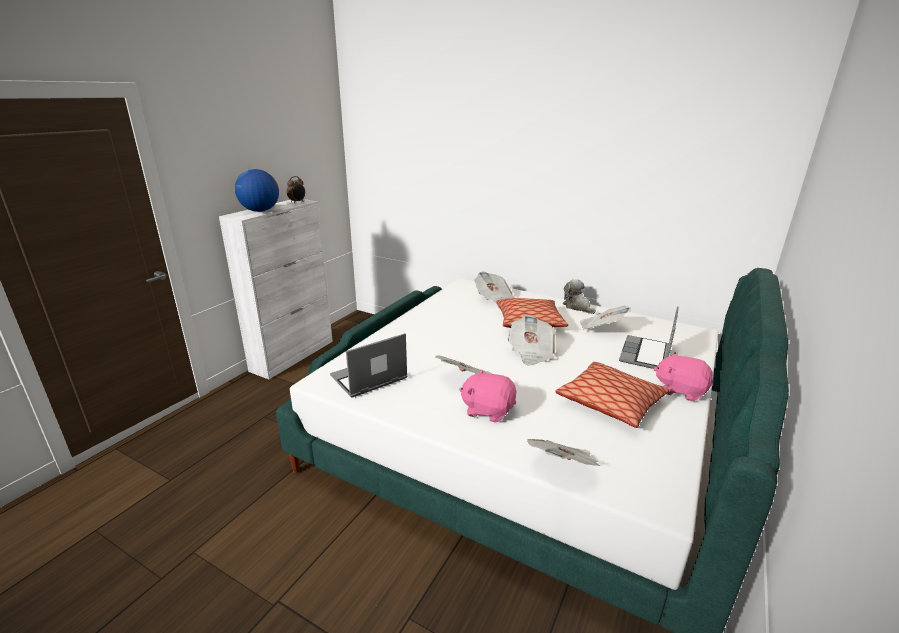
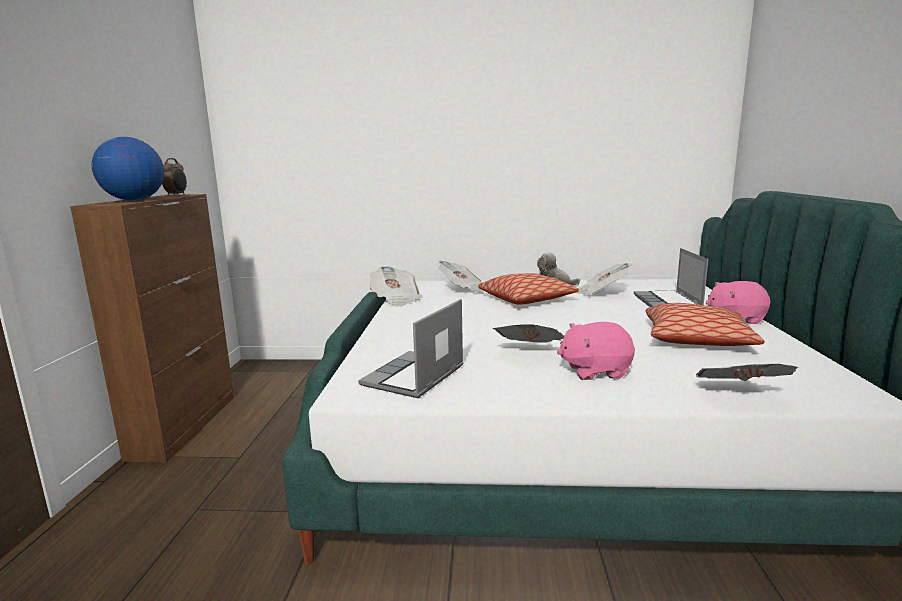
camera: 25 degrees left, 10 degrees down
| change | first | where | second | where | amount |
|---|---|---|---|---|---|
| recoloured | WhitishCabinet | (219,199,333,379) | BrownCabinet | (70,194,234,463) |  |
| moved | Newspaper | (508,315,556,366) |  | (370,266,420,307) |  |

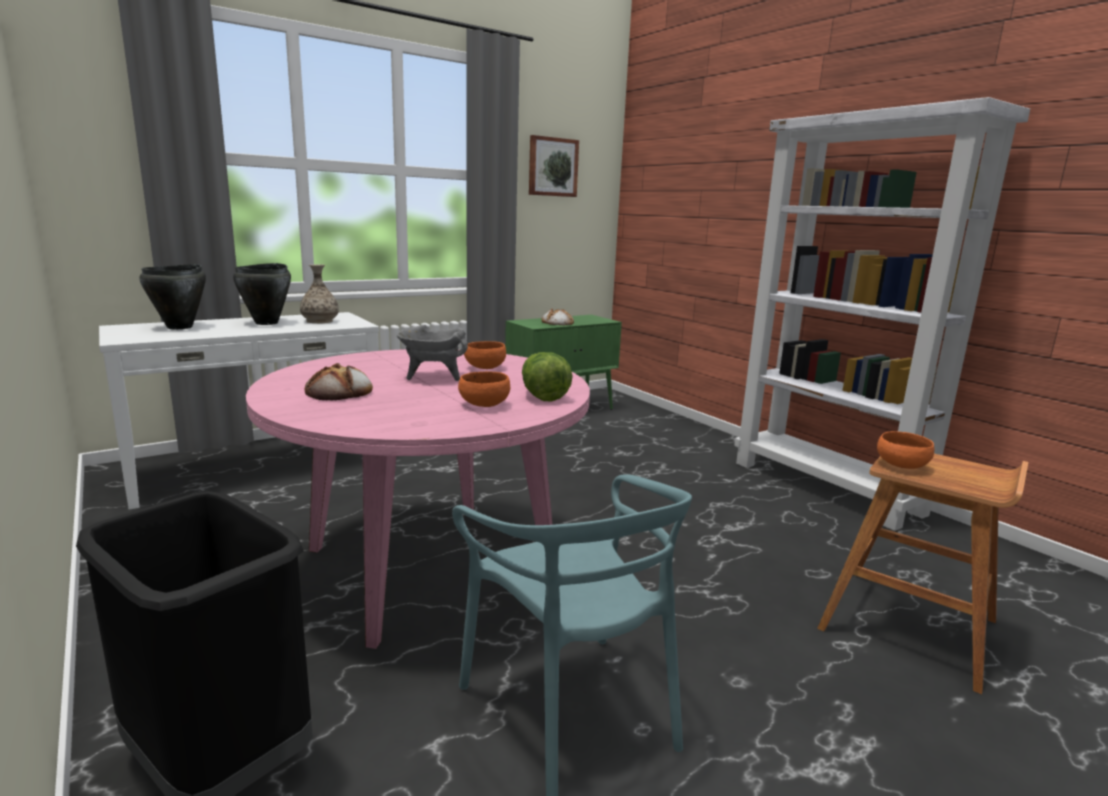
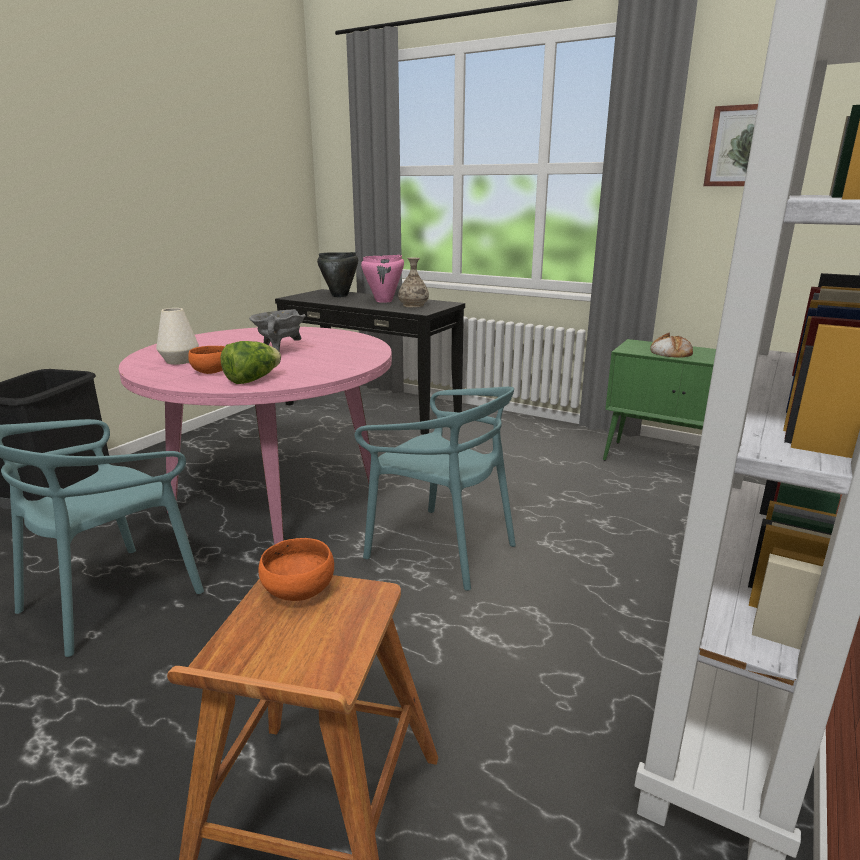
camera: 65 degrees right, 5 degrees up
| change | first | where | second | where | amount |
|---|---|---|---|---|---|
| recoloured | WhitishConsoleTable | (99,312,379,510) | BlackConsoleTable | (275,289,465,435) |  |
| recoloured | BlackStockpot | (233,263,291,325) | PinkStockpot | (361,255,404,303) |  |
| removed | Bread | (305,363,373,400) |  |  |  |
| removed | OrangeColouredServingBowl | (464,341,506,369) |  |  |  |
| added |  |  | WhitishVase | (156,308,199,365) |  |
| added |  |  | TurquoiseColouredPlainChair | (355,387,516,591) |  |

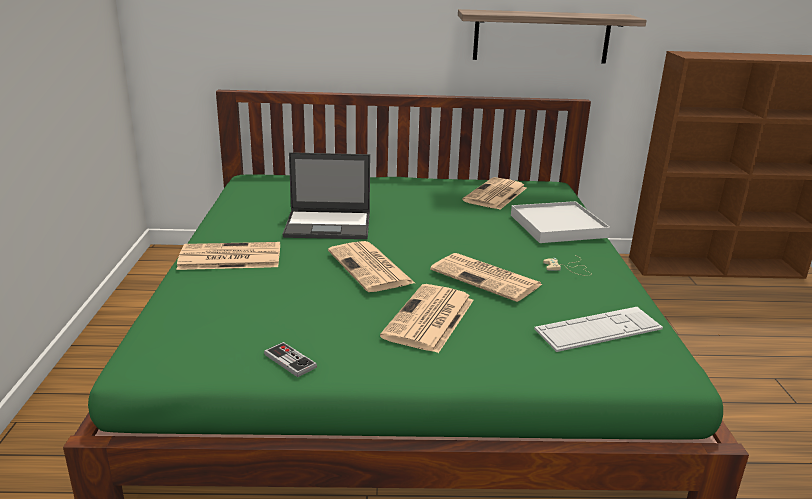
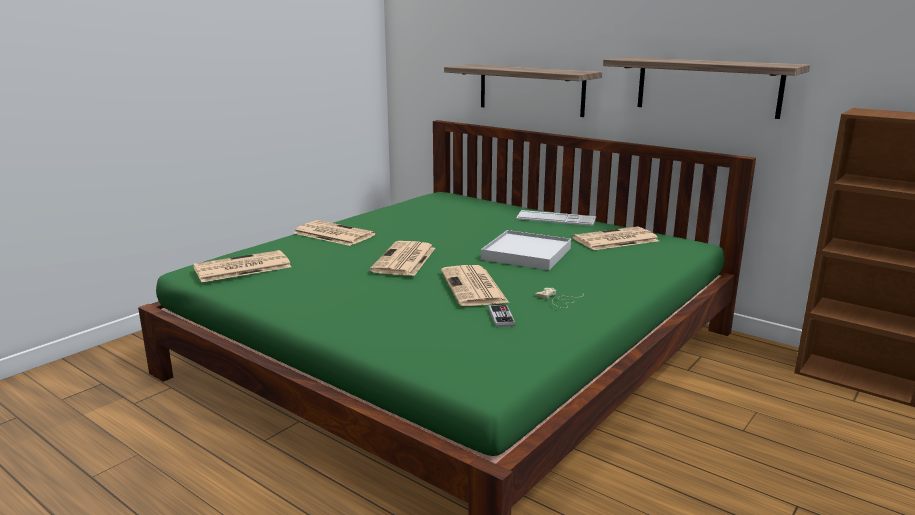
camera: 40 degrees right, 5 degrees down
| change | first | where | second | where | amount |
|---|---|---|---|---|---|
| moved | GameController | (264,342,317,377) |  | (488,305,515,327) |  |
| removed | Laptop | (283,152,370,239) |  |  |  |
| moved | Newspaper | (380,284,474,353) |  | (193,250,291,282) |  |
| moved | WhitishTray | (511,201,610,243) |  | (481,230,571,270) |  |
| moved | Keyboard | (534,307,663,352) |  | (516,210,596,226) |  |
| added |  |  | BracketShelf | (444,64,602,117) |  |

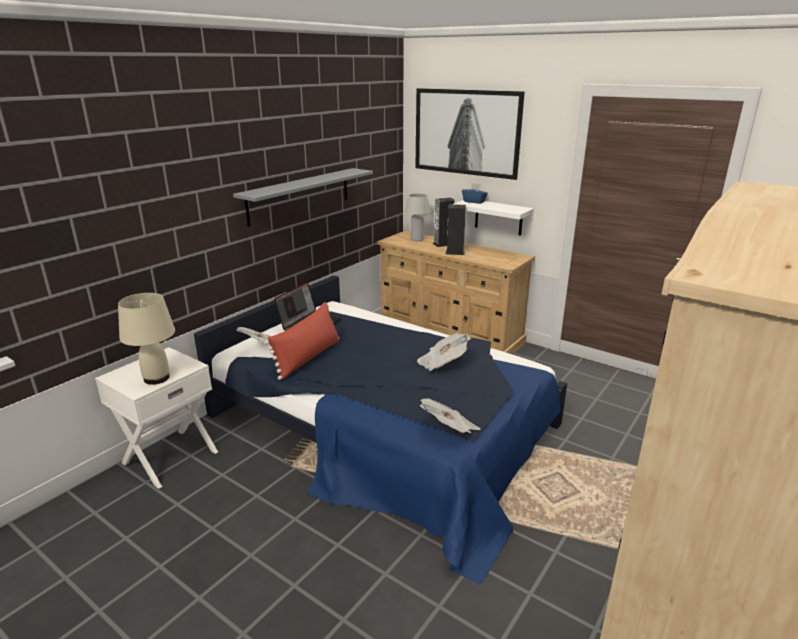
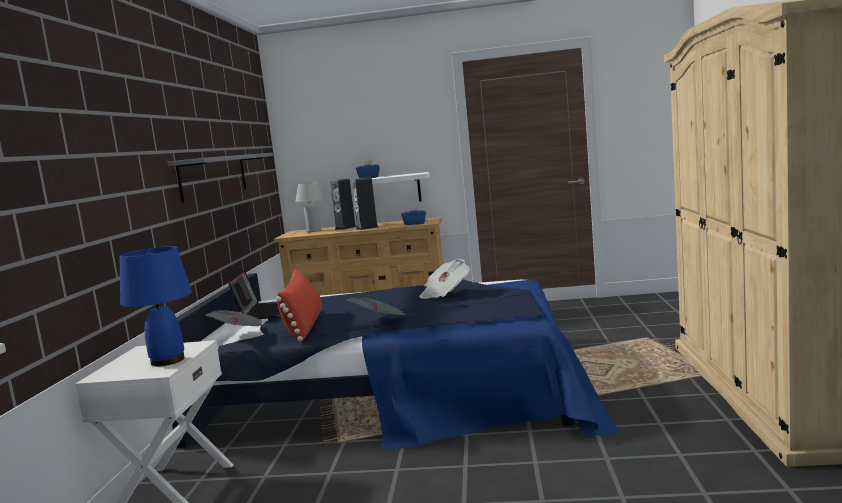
camera: 30 degrees left, 15 degrees down
| change | first | where | second | where | amount |
|---|---|---|---|---|---|
| recoloured | BeigeTabletopLamp | (118,293,175,385) | BluishTabletopLamp | (120,246,192,366) |  |
| removed | WallArt | (416,88,525,180) |  |  |  |
| moved | Newspaper | (419,398,481,433) |  | (346,297,405,315) |  |
| added |  |  | BluishTissueBox | (401,205,426,225) |  |

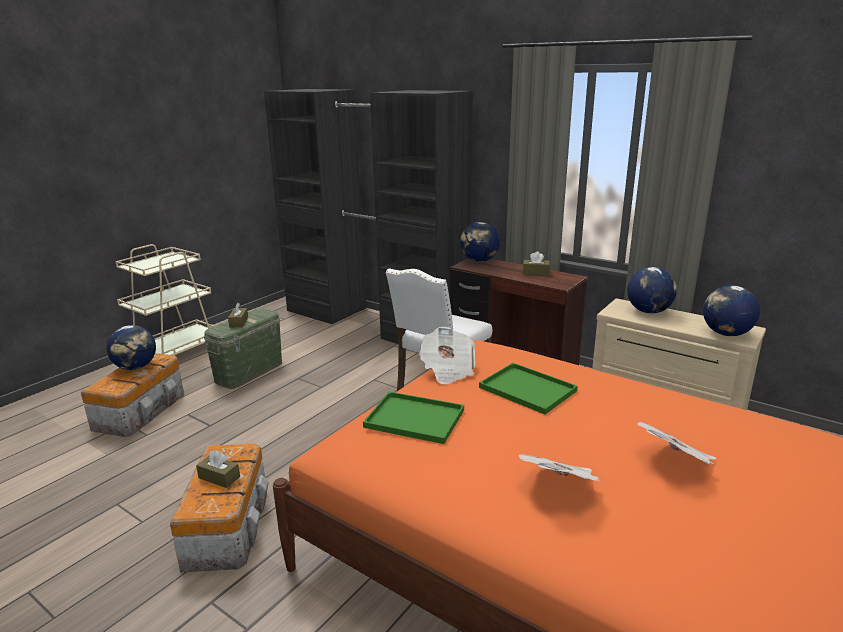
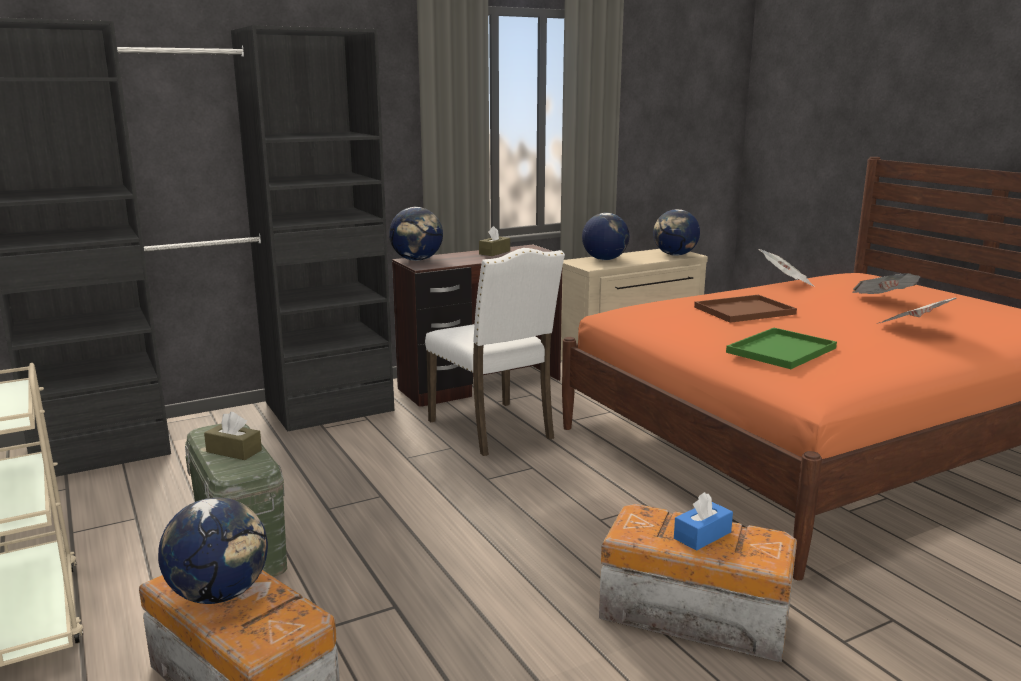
camera: 65 degrees left, 5 degrees down
| change | first | where | second | where | amount |
|---|---|---|---|---|---|
| recoloured | BrownTissueBox | (196,450,240,488) | BluishTissueBox | (674,492,733,551) |  |
| moved | Newspaper | (419,327,475,385) |  | (758,249,814,286) |  |
| recoloured | GreenTray | (479,363,578,414) | BrownTray | (694,295,797,323) |  |

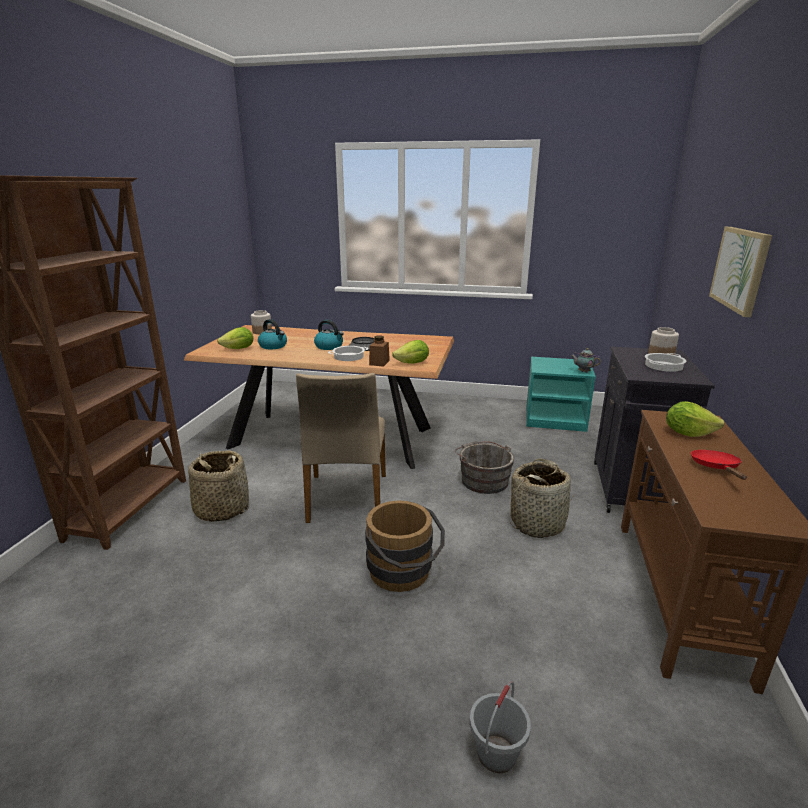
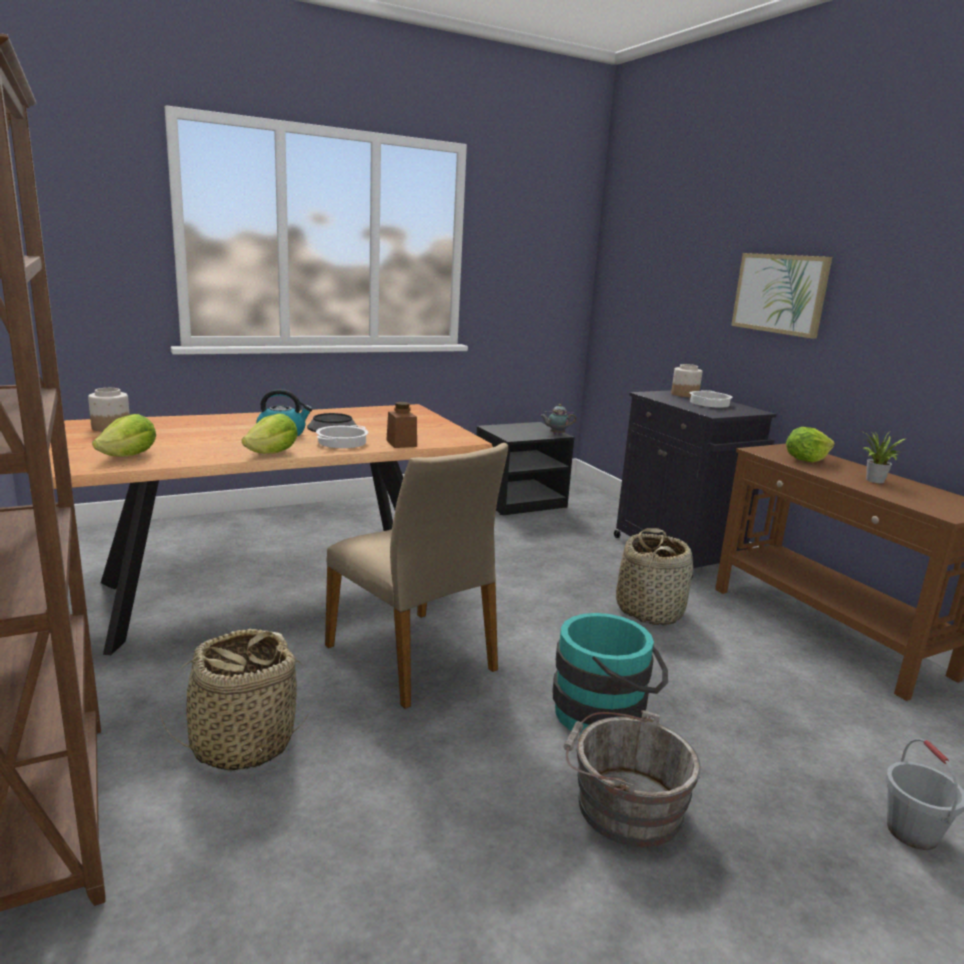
camera: 40 degrees left, 5 degrees down
| change | first | where | second | where | amount |
|---|---|---|---|---|---|
| removed | Kettle | (258,319,287,349) |  |  |  |
| recoloured | BrownWaterBucket | (365,500,445,592) | TurquoiseColouredWaterBucket | (553,613,668,734) |  |
| moved | Lettuce | (392,340,429,364) |  | (242,413,298,454) |  |
| moved | GreyWaterBucket | (455,441,514,494) |  | (564,710,701,848) |  |
| recoloured | TurquoiseColouredNightTable | (526,357,596,432) | BlackNightTable | (477,422,575,516) |  |
| replaced | RedSkillet | (691,450,747,480) | PlantInAPot | (861,431,905,483) |  |

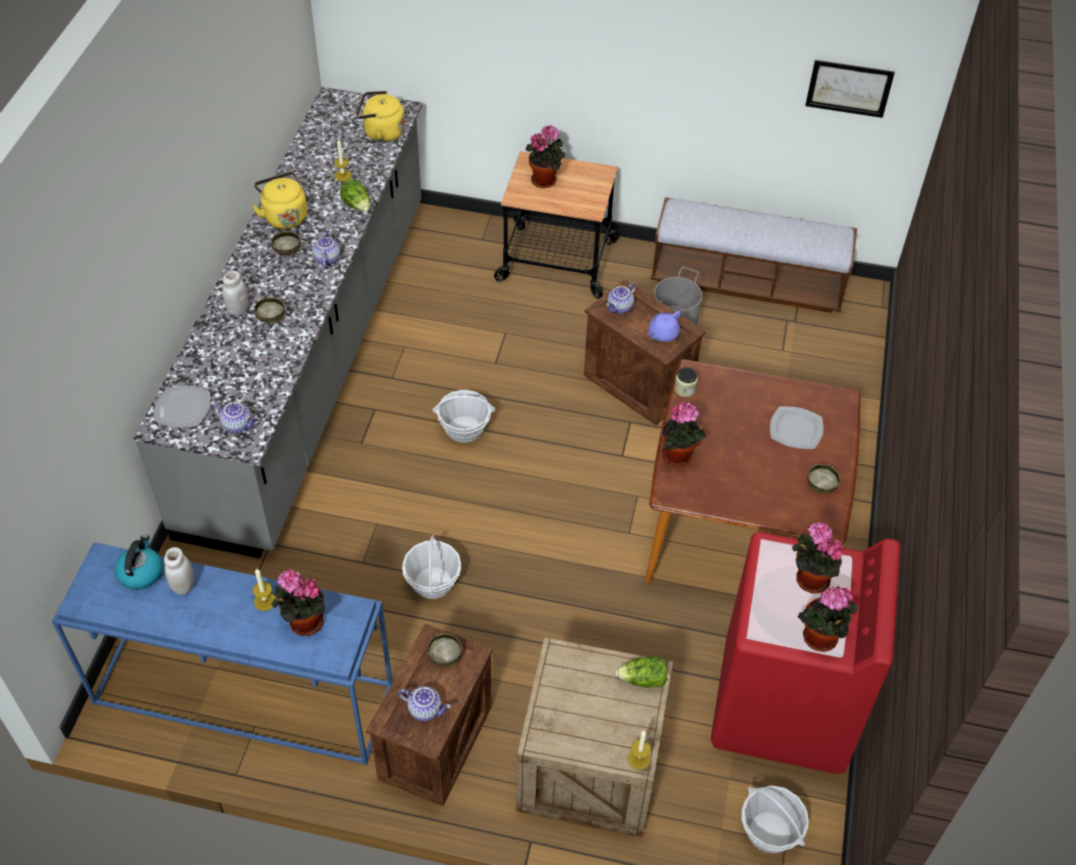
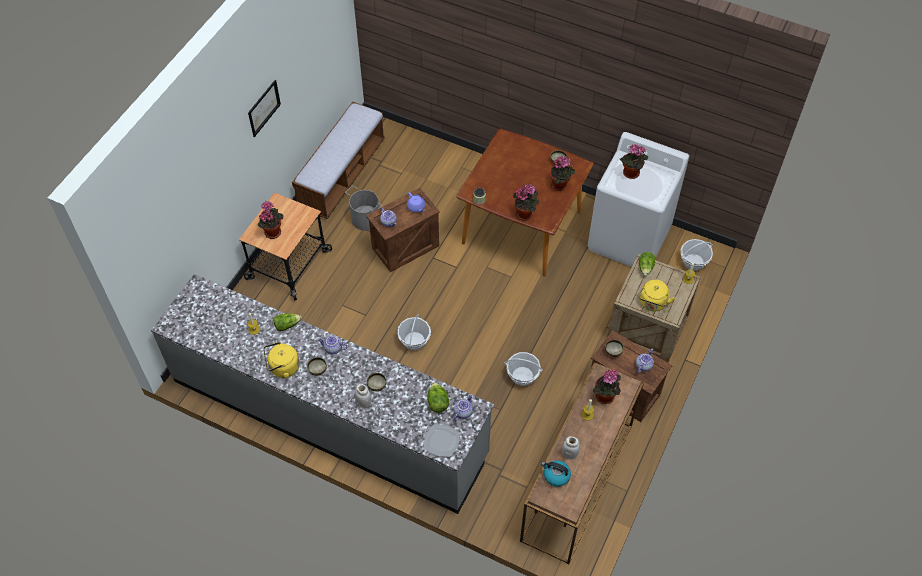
camera: 75 degrees left, 5 degrees up
| change | first | where | second | where | amount |
|---|---|---|---|---|---|
| recoloured | BluishConsoleTable | (52,542,393,765) | BrownConsoleTable | (520,362,644,564) |  |
| moved | YellowColouredKettle | (356,91,405,142) |  | (639,280,675,311) |  |
| recoloured | RedLaundryAppliance | (711,532,900,775) | WhitishLaundryAppliance | (588,132,689,267) |  |
| removed | FlatDish | (770,407,823,449) |  |  |  |
| moved | PlantInAPot | (797,585,858,652) |  | (550,156,575,191) |  |
| moved | WallArt | (805,60,895,118) |  | (248,80,281,137) |  |
| added |  |  | Lettuce | (427,382,449,413) |  |

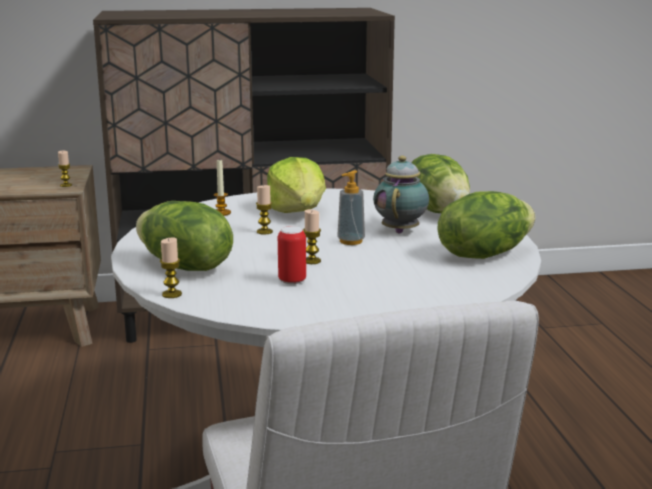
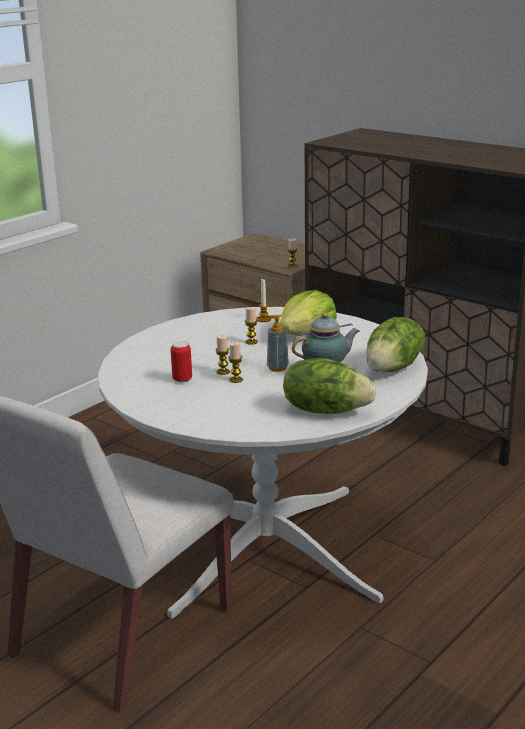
camera: 50 degrees right, 5 degrees up
| change | first | where | second | where | amount |
|---|---|---|---|---|---|
| removed | Lettuce | (136,201,233,271) |  |  |  |
| moved | Candle | (160,238,182,298) |  | (228,342,243,383) |  |

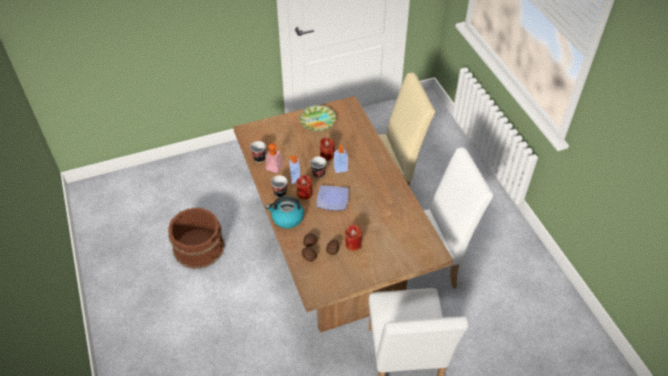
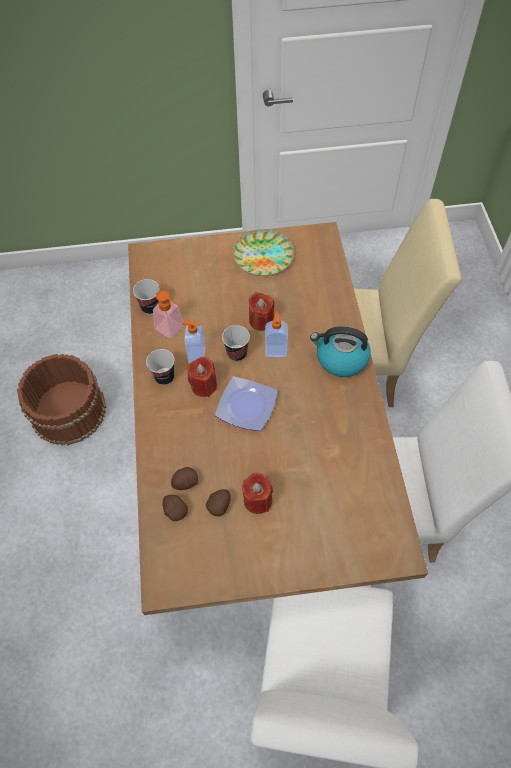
camera: 15 degrees right, 10 degrees up
| change | first | where | second | where | amount |
|---|---|---|---|---|---|
| moved | Kettle | (265,197,304,228) |  | (310,326,371,377) |  |

